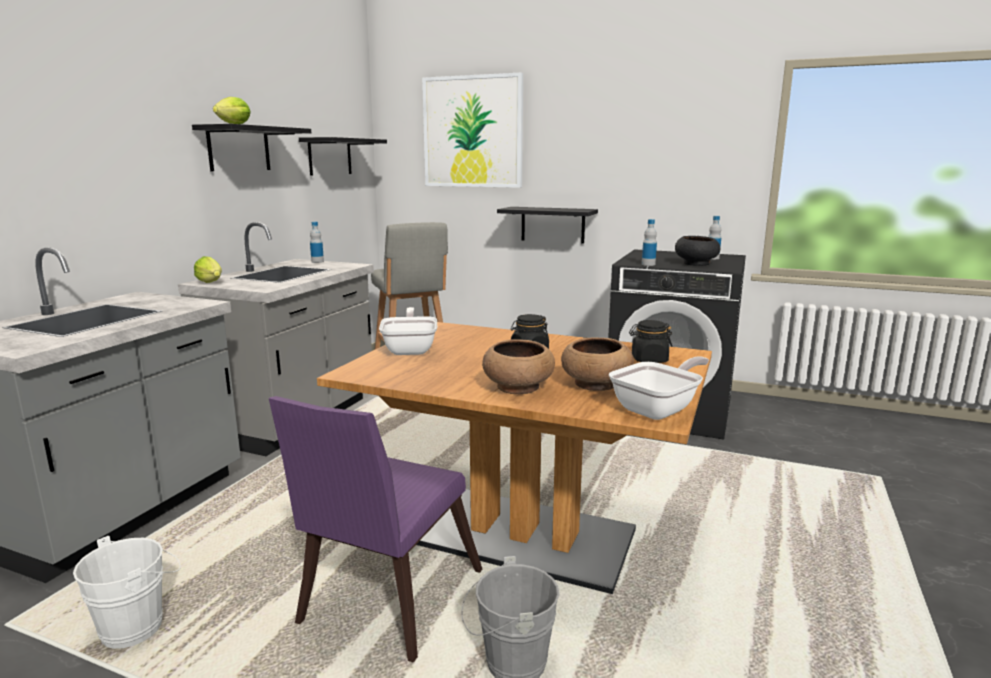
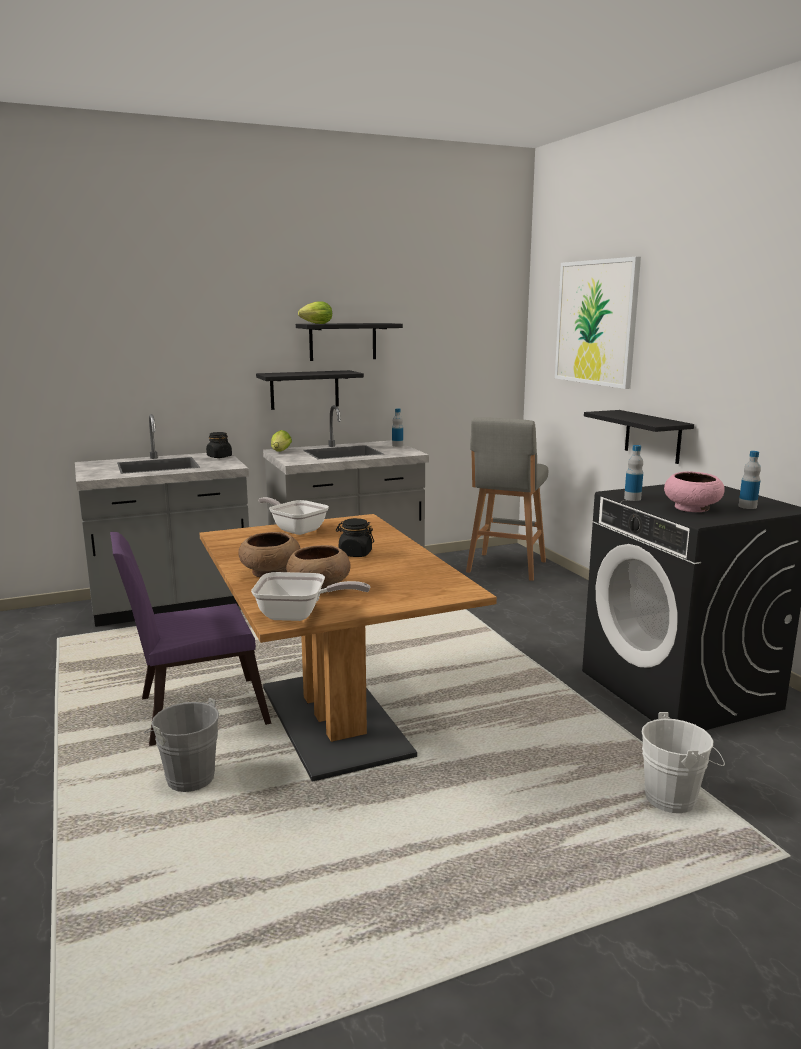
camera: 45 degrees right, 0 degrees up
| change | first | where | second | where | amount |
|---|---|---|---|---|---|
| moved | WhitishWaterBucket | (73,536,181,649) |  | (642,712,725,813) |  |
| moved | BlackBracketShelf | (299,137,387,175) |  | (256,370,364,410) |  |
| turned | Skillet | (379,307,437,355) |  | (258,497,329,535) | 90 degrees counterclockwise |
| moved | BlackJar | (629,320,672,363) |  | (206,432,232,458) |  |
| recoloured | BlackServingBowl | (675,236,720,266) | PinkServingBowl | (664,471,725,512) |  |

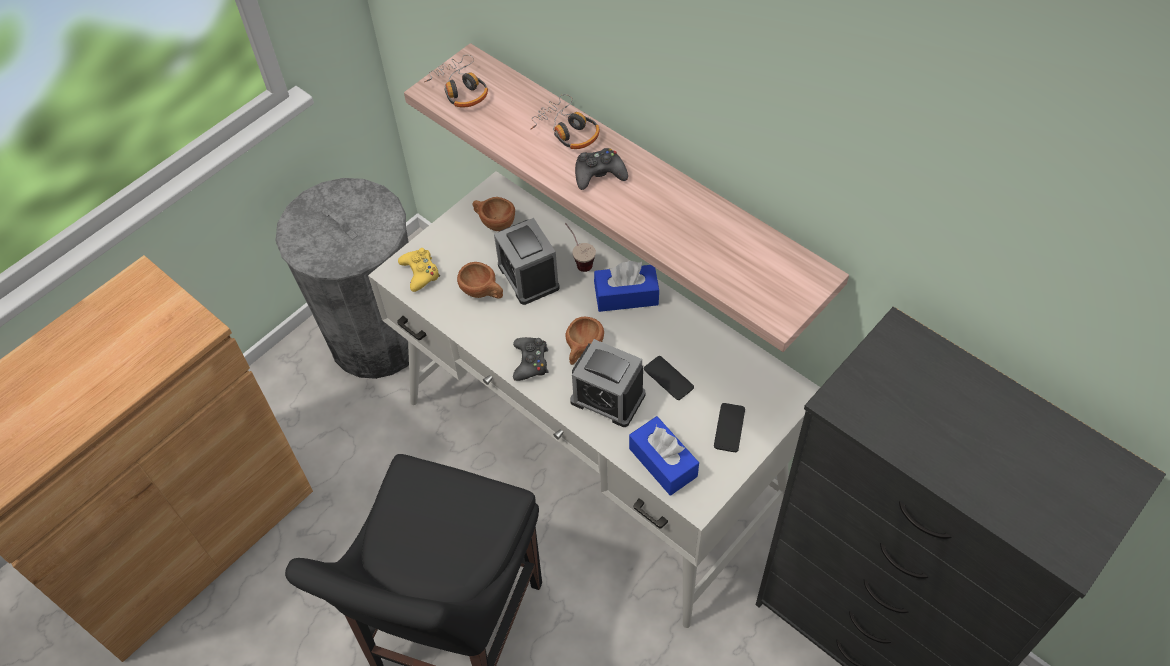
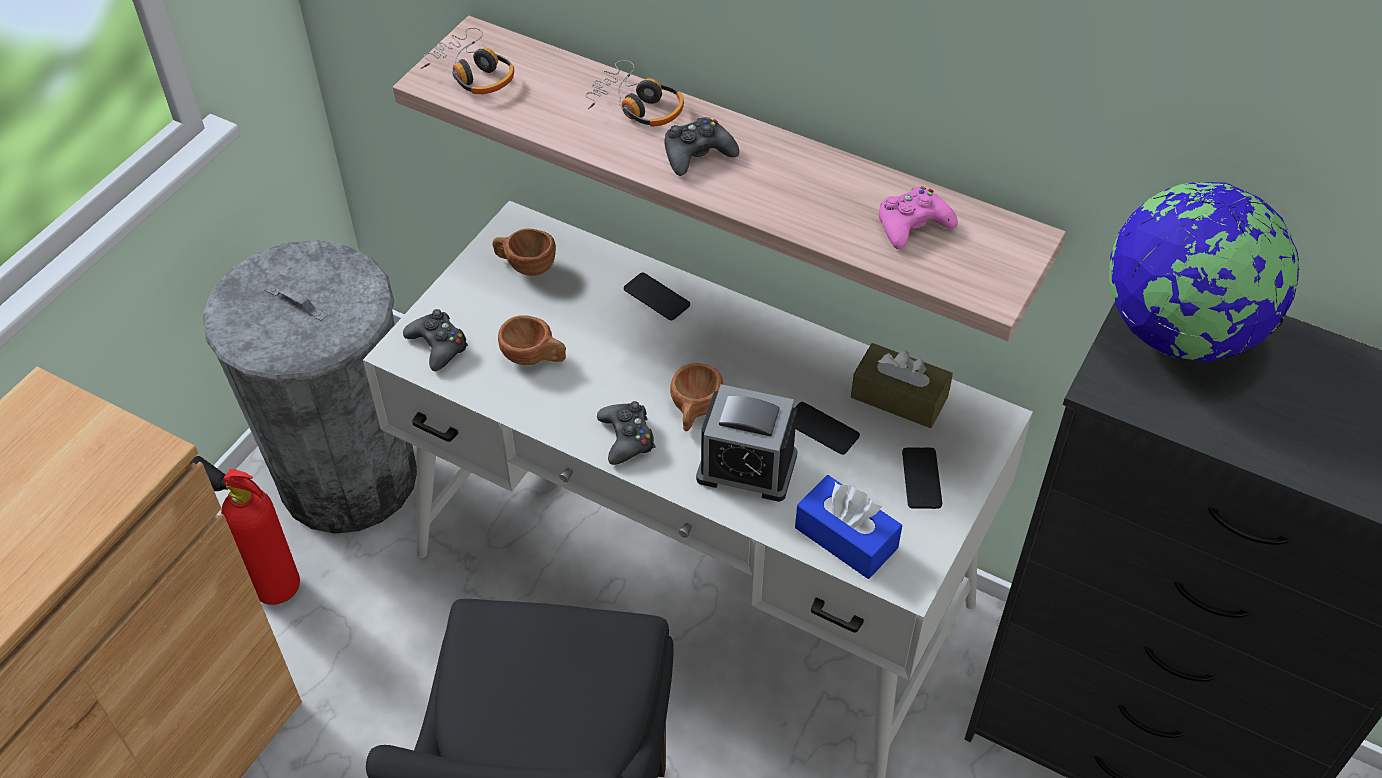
camera: 15 degrees left, 5 degrees down
| change | first | where | second | where | amount |
|---|---|---|---|---|---|
| recoloured | YellowColouredGameController | (398,248,440,292) | BlackGameController | (403,309,468,371) |  |
| removed | TableClock | (494,218,560,305) |  |  |  |
| replaced | Cup | (565,223,596,272) | Phone | (624,272,690,320) |  |
| removed | BluishTissueBox | (594,261,659,312) |  |  |  |
| added |  |  | Extinguisher | (192,456,300,605) |  |
| added |  |  | BrownTissueBox | (851,343,953,428) |  |
| added |  |  | PinkGameController | (879,186,958,249) |  |
| added |  |  | WorldGlobe | (1109,182,1299,362) |  |

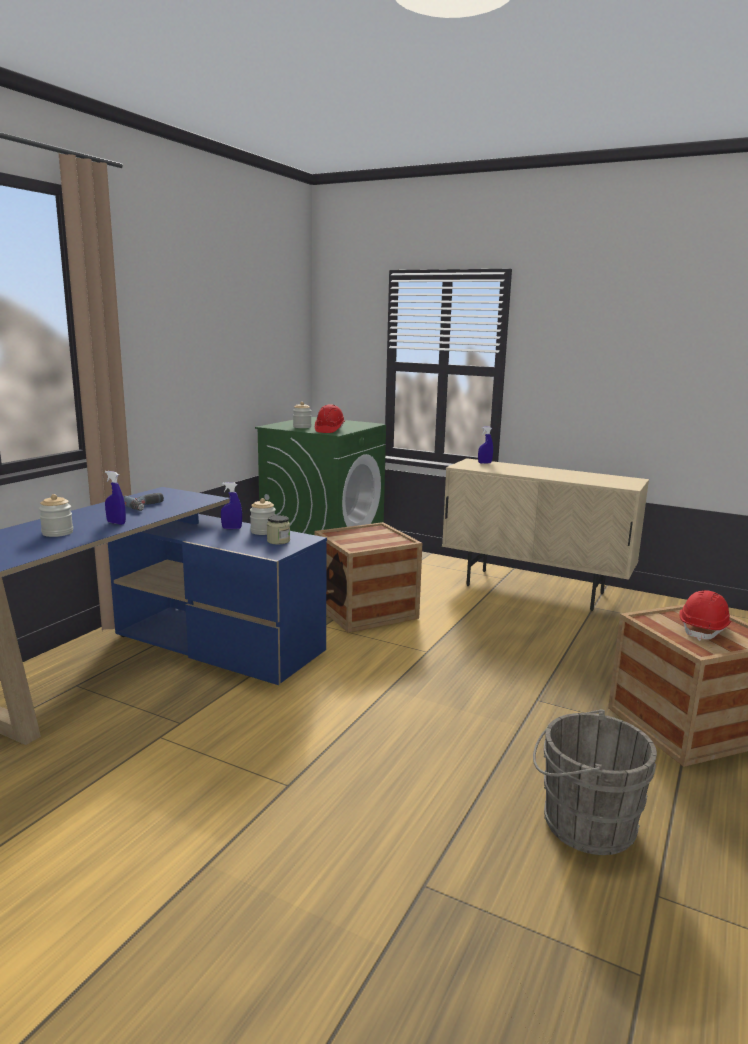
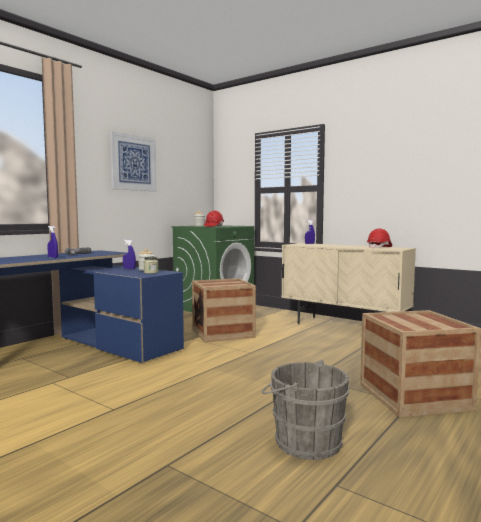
camera: 10 degrees right, 10 degrees down
| change | first | where | second | where | amount |
|---|---|---|---|---|---|
| removed | Jar | (39,494,73,537) |  |  |  |
| moved | RedWorkHelmet | (679,590,731,641) |  | (367,228,392,249) |  |
| added |  |  | WallArt | (110,131,157,191) |  |

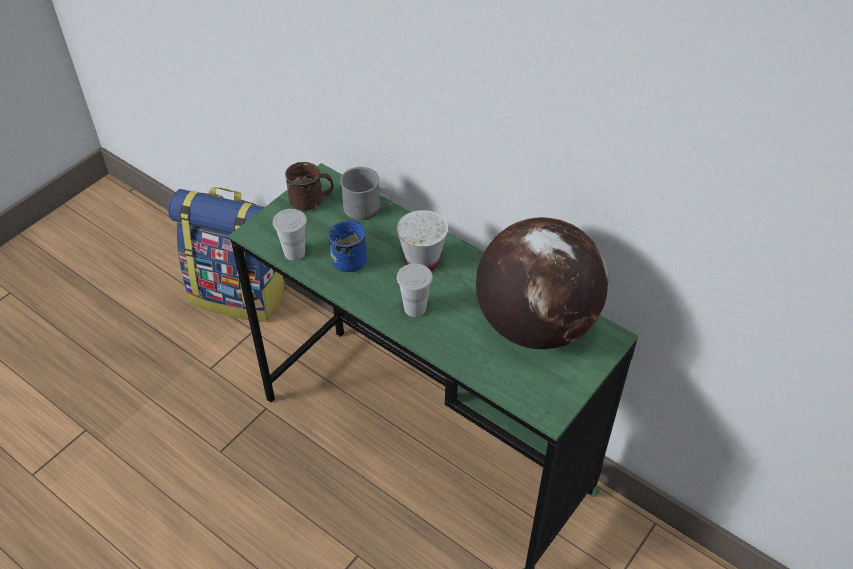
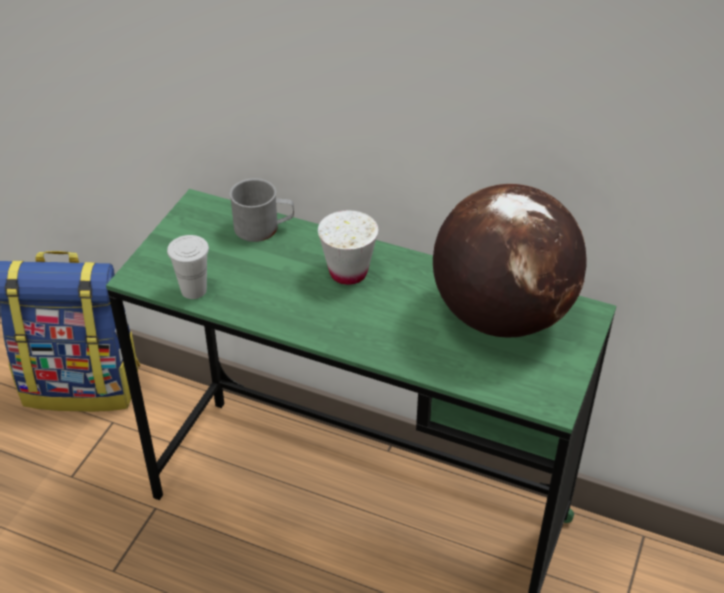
camera: 15 degrees left, 5 degrees down
| change | first | where | second | where | amount |
|---|---|---|---|---|---|
| removed | BrownMug | (285,162,334,211) |  |  |  |
| removed | BluishMug | (328,220,367,272) |  |  |  |
| removed | WhitishCup | (397,263,433,317) |  |  |  |

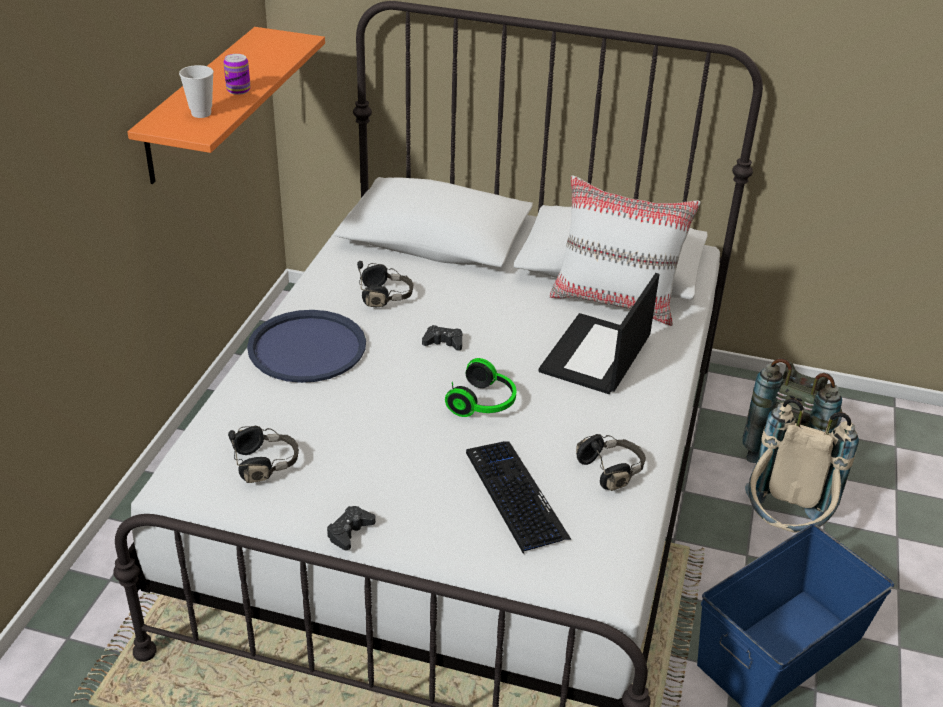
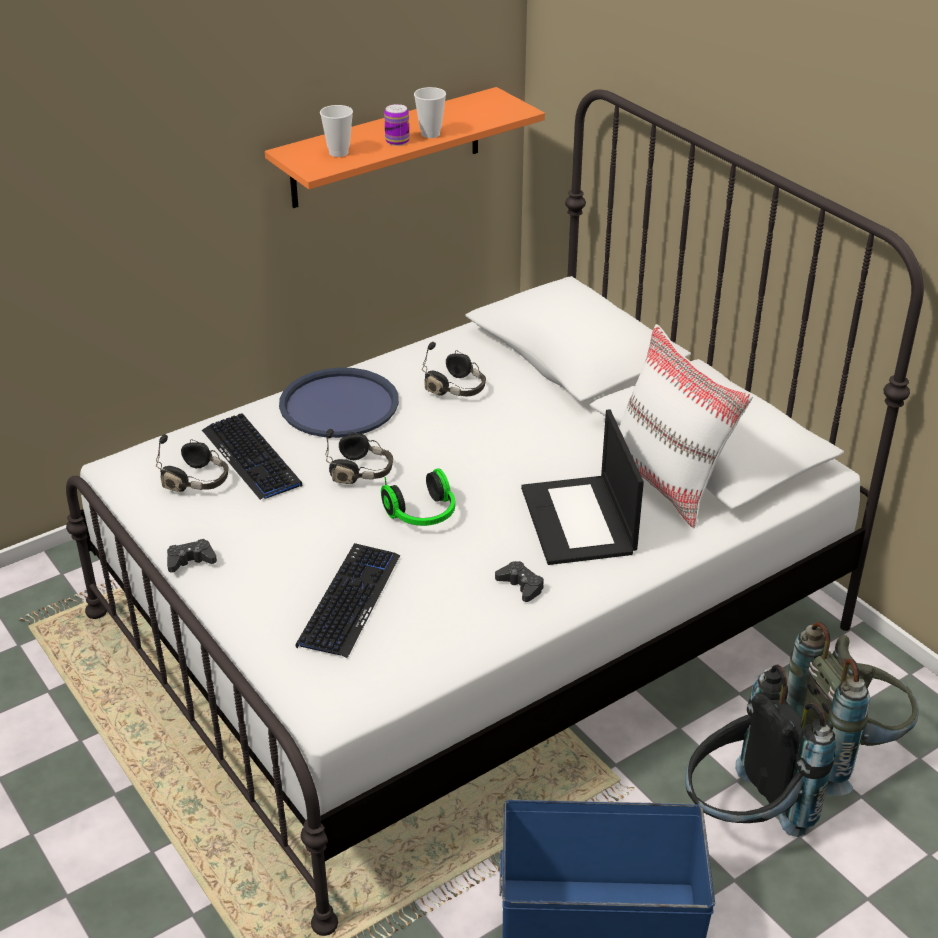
camera: 40 degrees right, 0 degrees up
| change | first | where | second | where | amount |
|---|---|---|---|---|---|
| moved | BlackGameController | (422,325,462,351) |  | (495,561,544,602) |  |
| turned | Laptop | (539,273,659,394) |  | (521,409,644,565) | 75 degrees counterclockwise |
| moved | BlackHeadset | (576,434,646,491) |  | (325,429,393,484) |  |
| recoloured | BeigeKnapsack | (745,398,859,533) | BlackKnapsack | (685,665,836,837) |  |
| added |  |  | Keyboard | (202,413,303,500) |  |
| added |  |  | Cup | (414,87,446,138) |  |

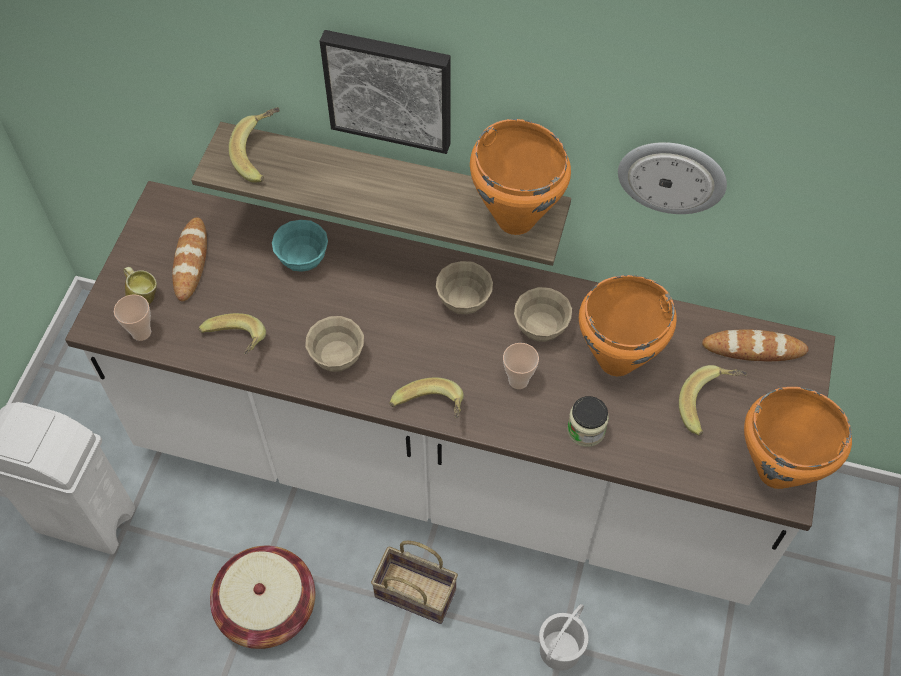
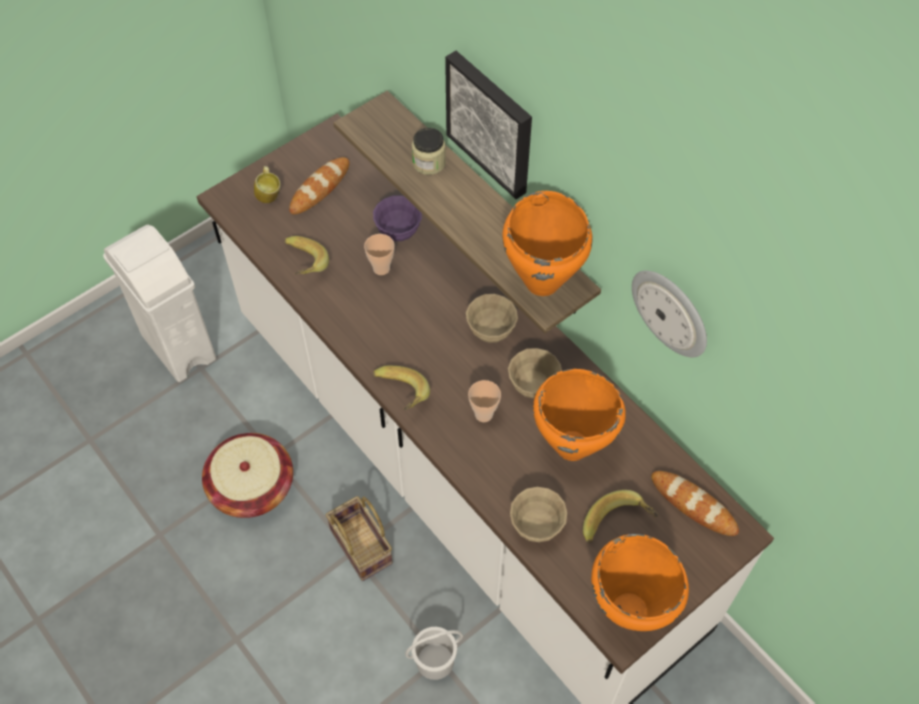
camera: 35 degrees right, 0 degrees up
| change | first | where | second | where | amount |
|---|---|---|---|---|---|
| moved | Cup | (114,295,151,341) |  | (364,234,395,275) |  |
| removed | WholeBanana | (229,107,280,183) |  |  |  |
| recoloured | TurquoiseColouredServingBowl | (272,220,328,272) | PurplishServingBowl | (373,196,422,241) |  |
| moved | BeigeServingBowl | (305,316,364,372) |  | (510,487,567,542) |  |
| moved | Jar | (567,396,609,447) |  | (412,128,446,175) |  |

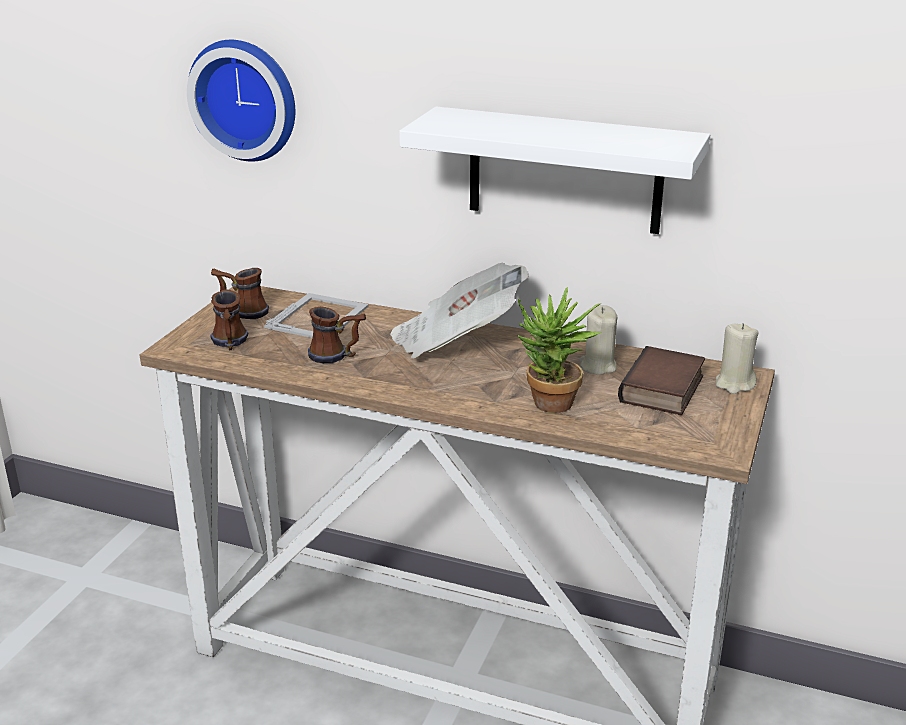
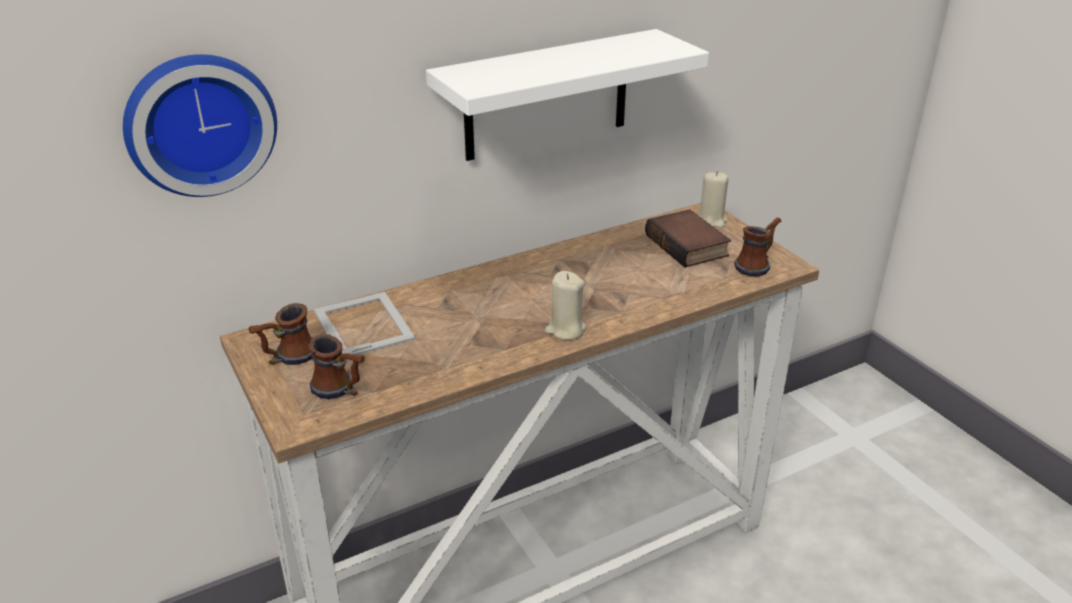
camera: 50 degrees left, 5 degrees up
| change | first | where | second | where | amount |
|---|---|---|---|---|---|
| moved | Mug | (308,306,366,363) |  | (734,218,781,277) |  |
| removed | Newspaper | (390,262,529,358) |  |  |  |
| removed | PlantInAPot | (517,287,602,413) |  |  |  |
| moved | BeigeCandle | (579,305,617,375) |  | (545,271,587,340) |  |

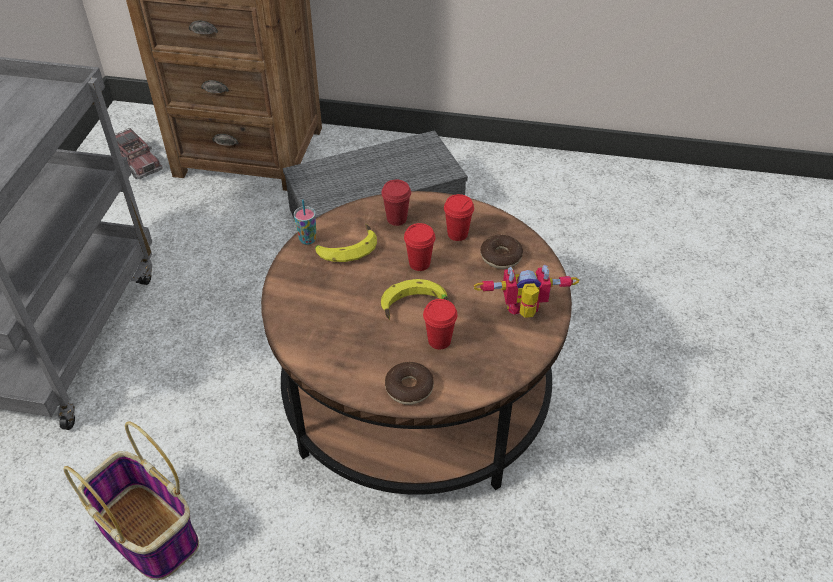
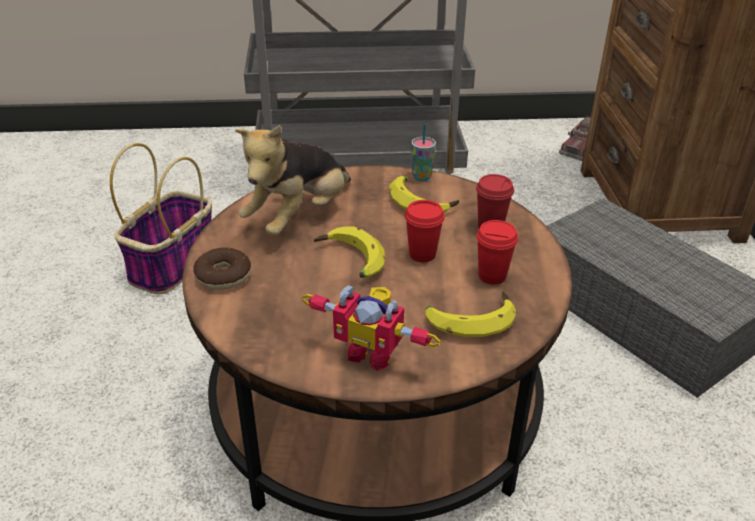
camera: 75 degrees right, 10 degrees down
| change | first | where | second | where | amount |
|---|---|---|---|---|---|
| removed | RedCup | (423,299,458,350) |  |  |  |
| turned | ToyRobot | (474,265,579,318) |  | (302,286,440,371) | 135 degrees clockwise |
| replaced | Donut | (480,235,523,269) | WholeBanana | (425,291,516,337) |  |
| added |  |  | CuddlyToy | (235,125,351,236) |  |

